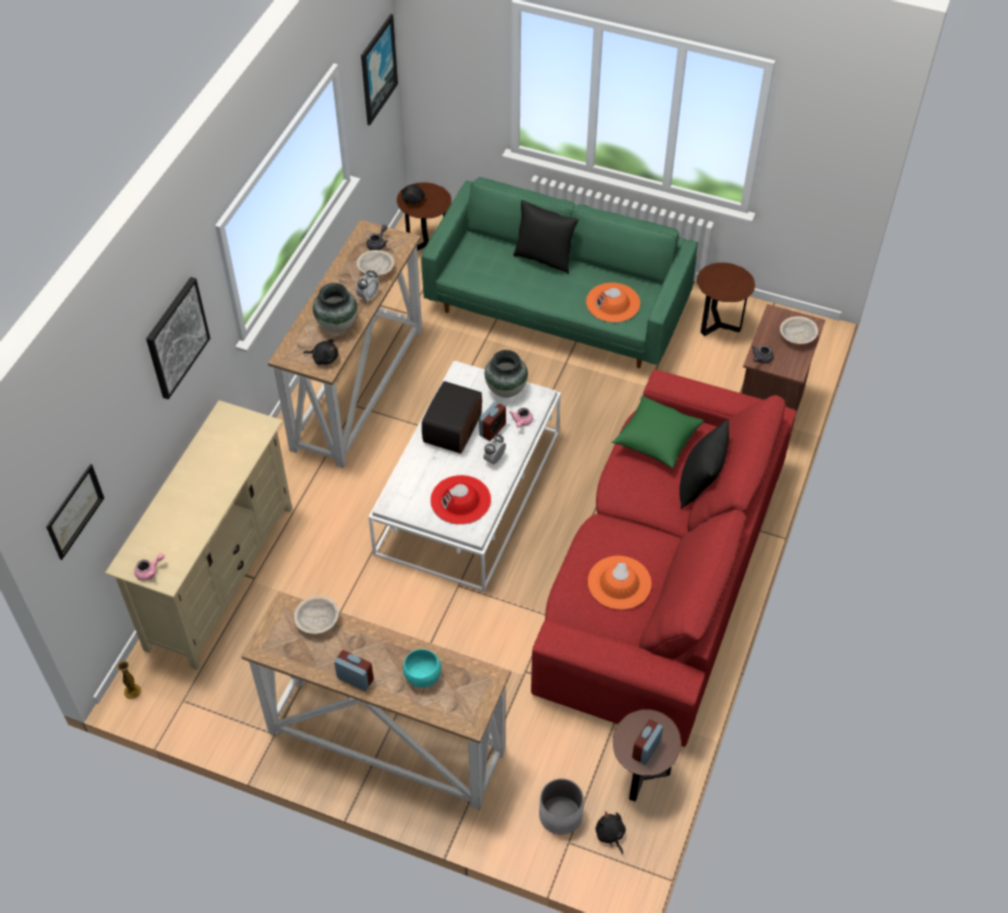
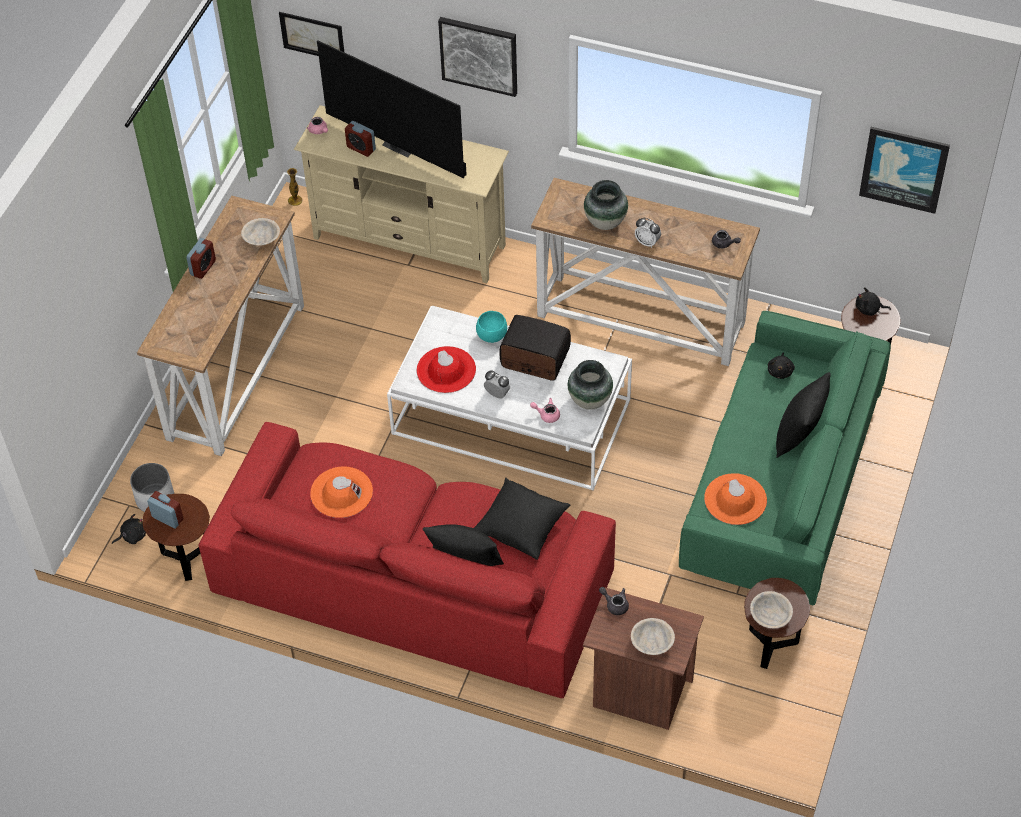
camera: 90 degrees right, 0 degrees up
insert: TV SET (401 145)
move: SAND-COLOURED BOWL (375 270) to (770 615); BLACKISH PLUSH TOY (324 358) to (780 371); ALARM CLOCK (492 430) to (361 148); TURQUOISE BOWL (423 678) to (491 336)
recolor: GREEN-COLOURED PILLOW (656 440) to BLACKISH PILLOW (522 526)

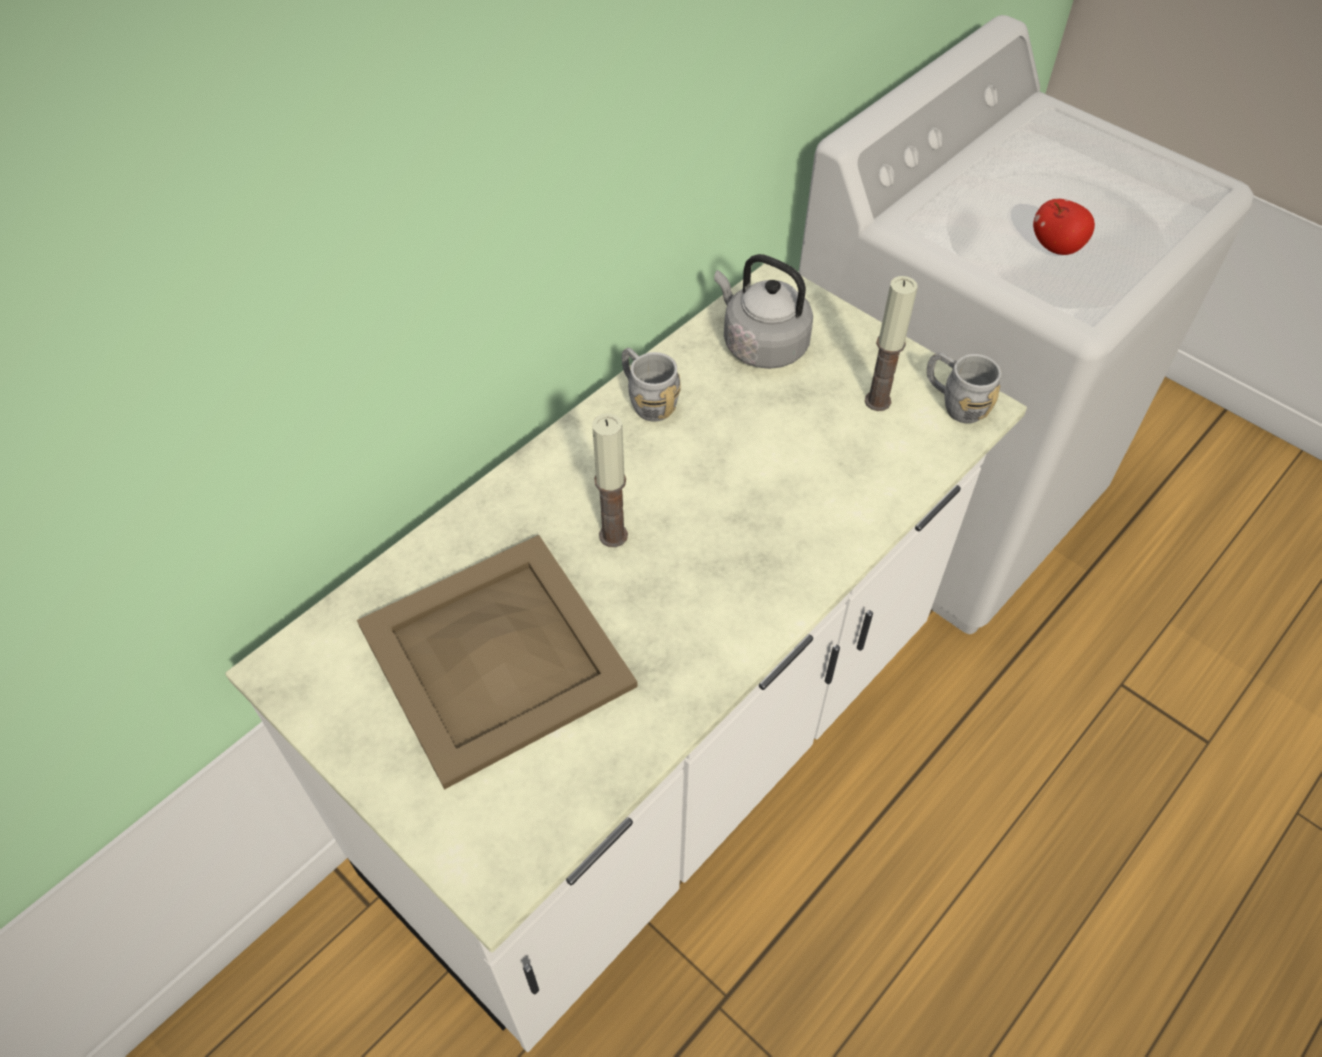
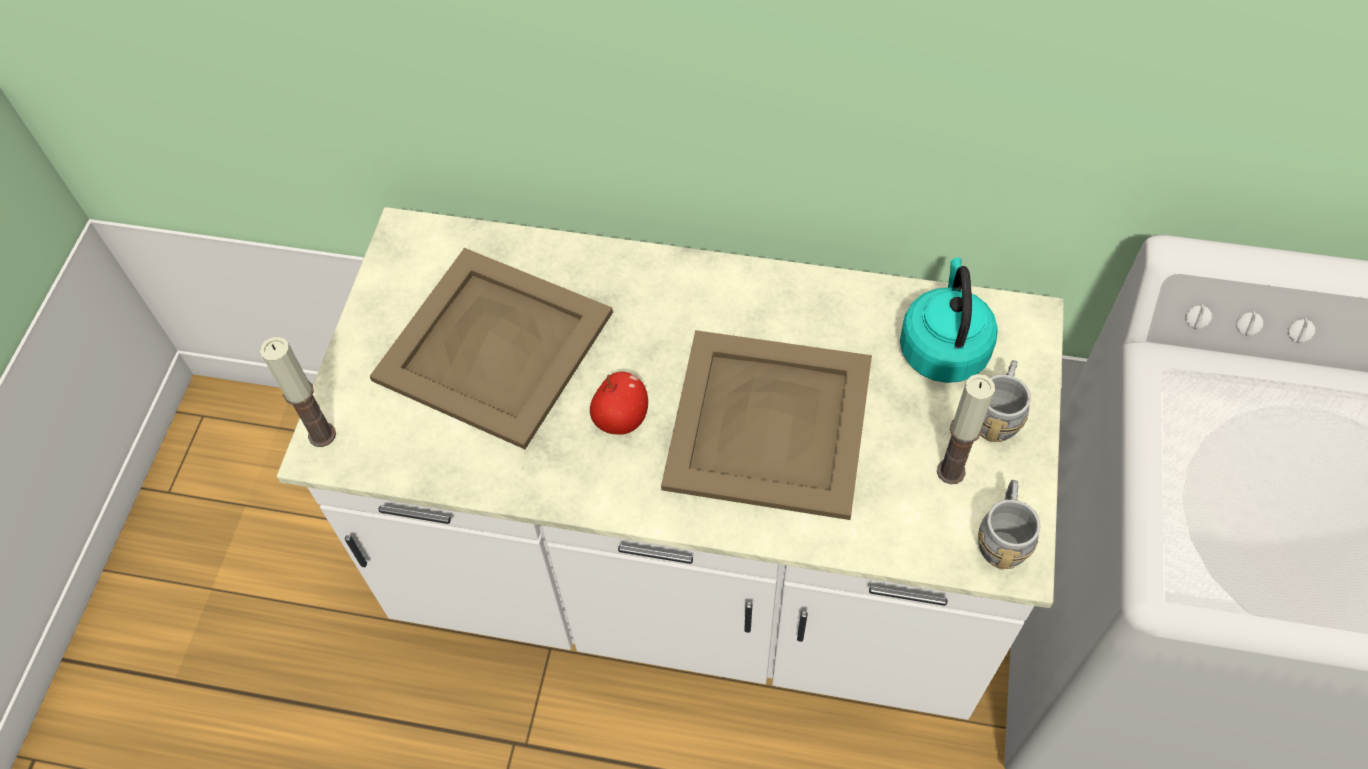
camera: 60 degrees right, 5 degrees up
insert: SAND-COLOURED TRAY (767 424)
move: APPLE FRUIT (1056 247) to (621 418); GREY TEA MUG (647 400) to (997 414); WAX LIGHT (613 535) to (322 435)
recolor: GREY WATER KETTLE (761 344) to TURQUOISE WATER KETTLE (943 347)

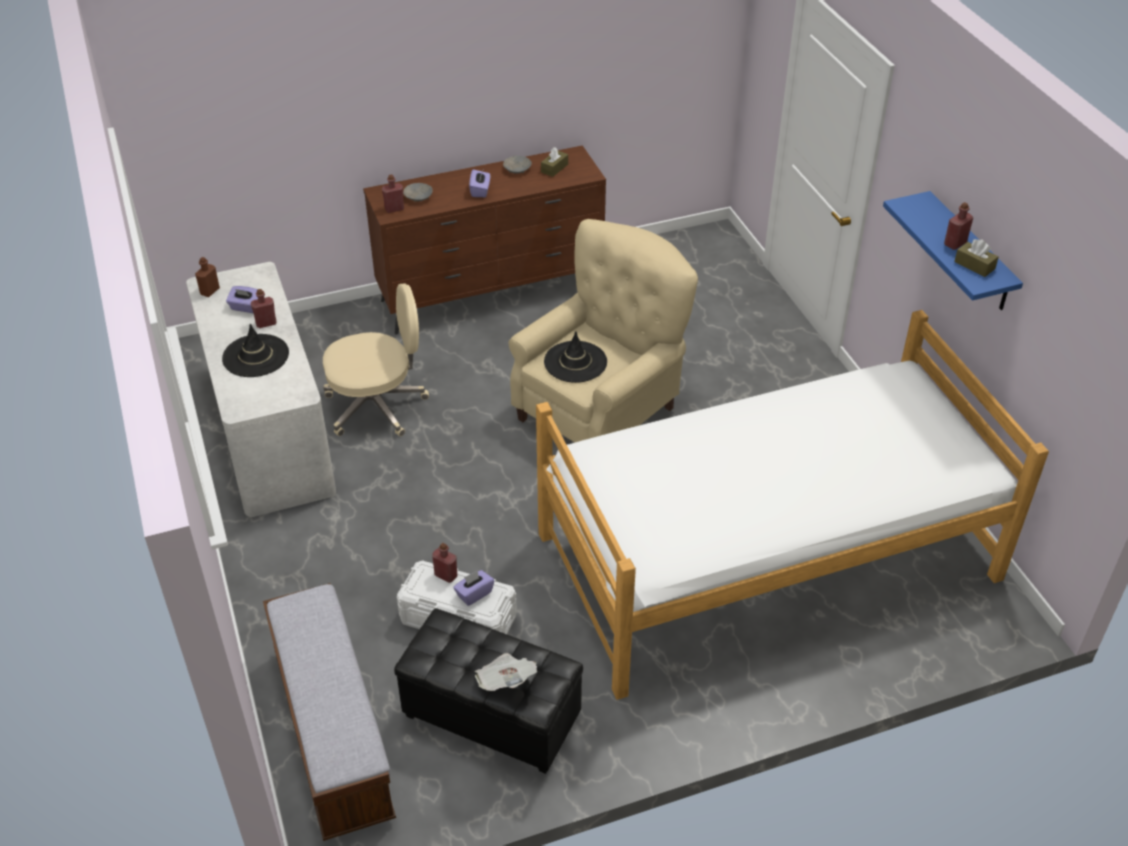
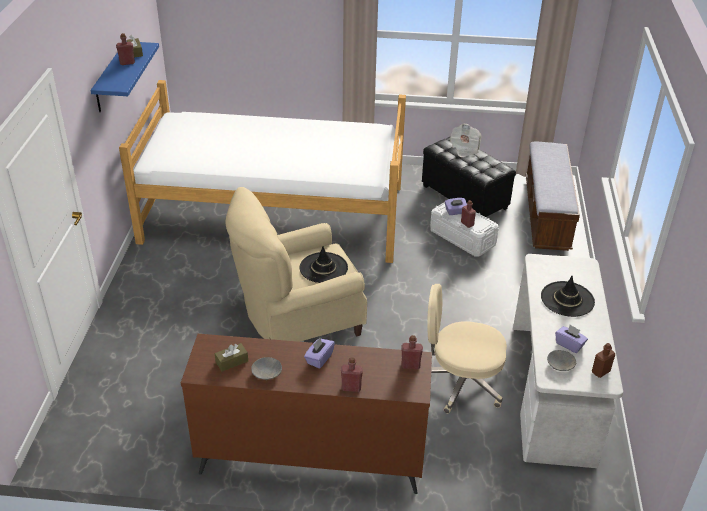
camera: 155 degrees left, 5 degrees down
move: GREY BOWL (418 197) to (560 365); REDDISH DRINK BOTTLE (266 323) to (351 387)

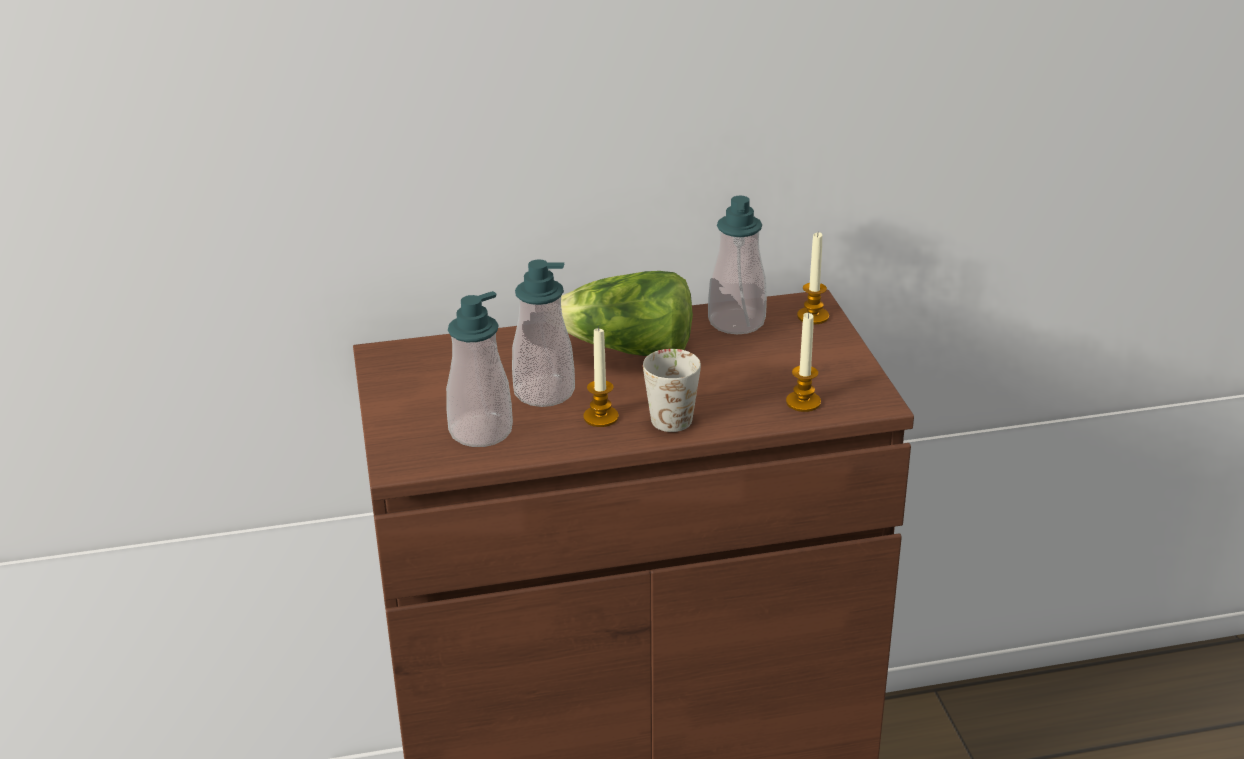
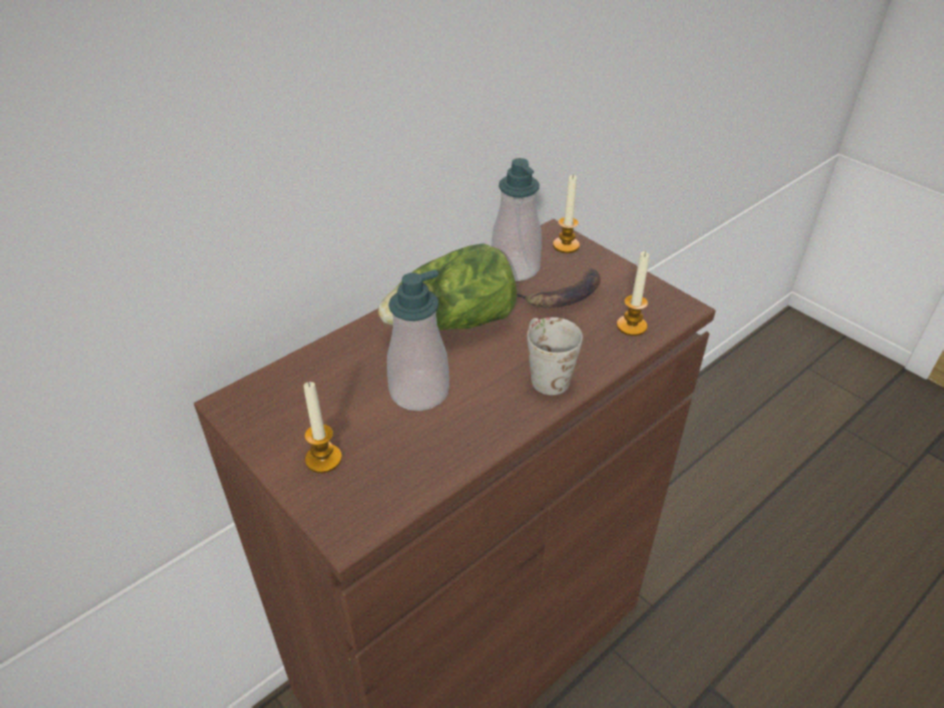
camera: 30 degrees left, 10 degrees up
delete: LIQUID SOAP BOTTLE (481 431)
insert: BANANA (563 294)
move: WAX LIGHT (601 417) to (323 459)

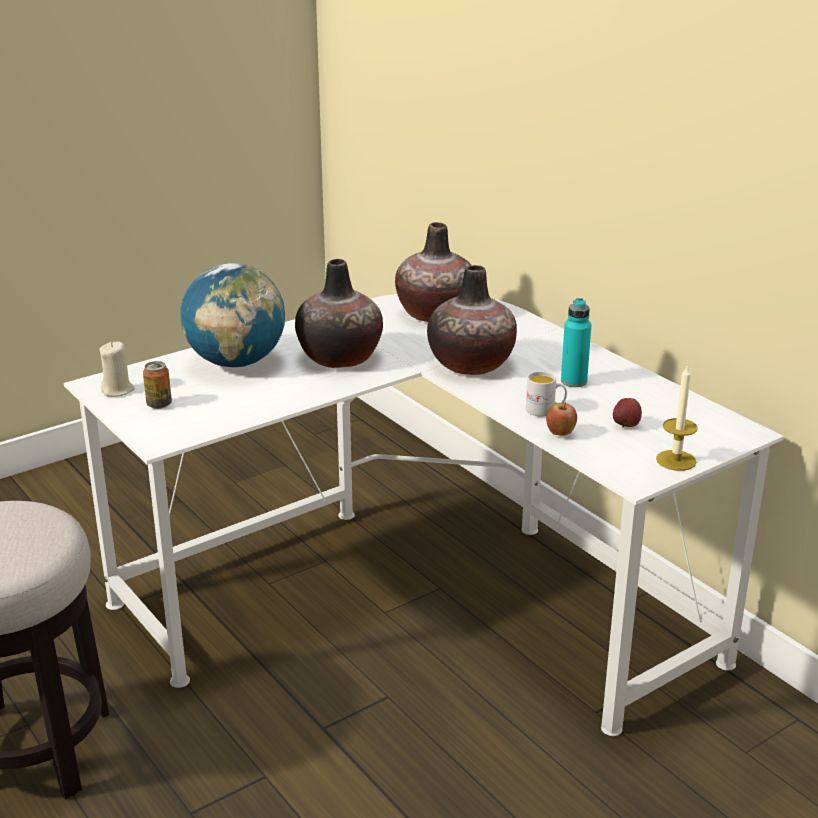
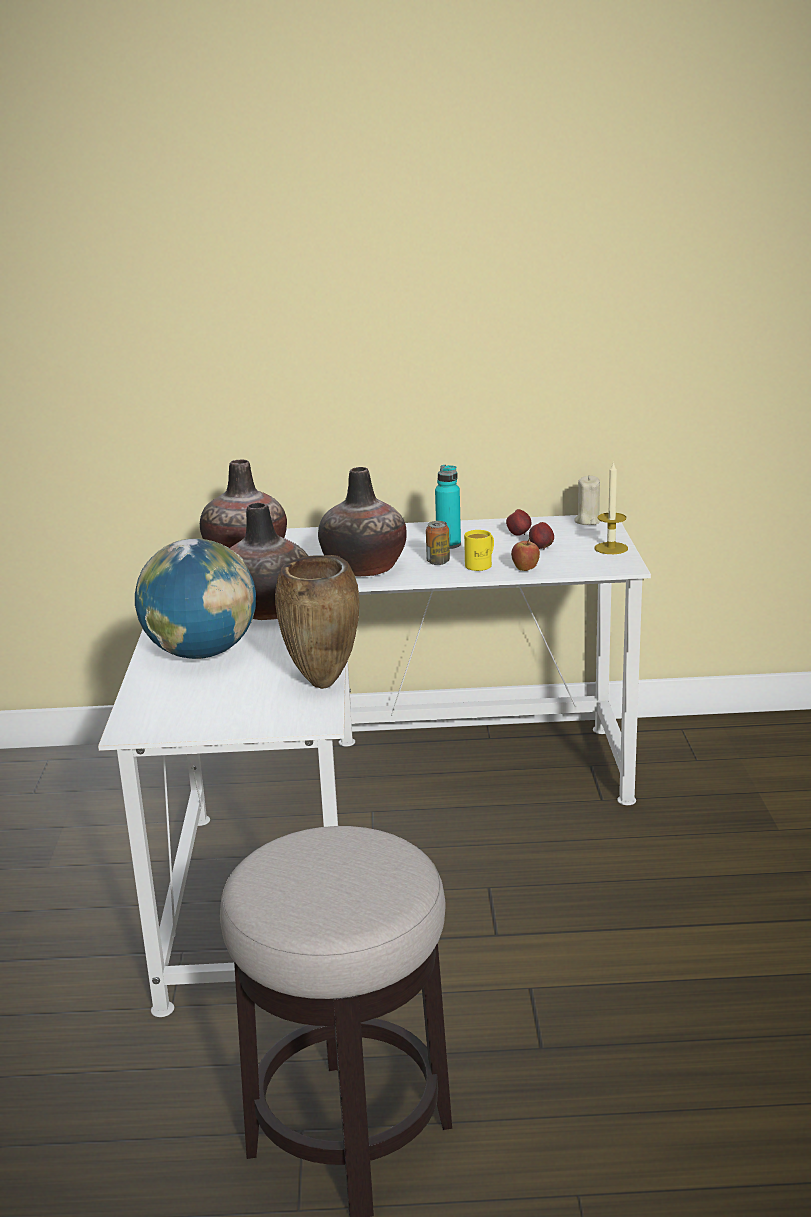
camera: 55 degrees left, 5 degrees down
insert: APPLE FRUIT (519 534); BROWNISH VASE (324 684)
move: SAND-COLOURED WAX LIGHT (118 390) to (587 521); METAL CAN (159 404) to (438 562)
recolor: WHITE TEA MUG (545 410) to YELLOWISH TEA MUG (481 565)

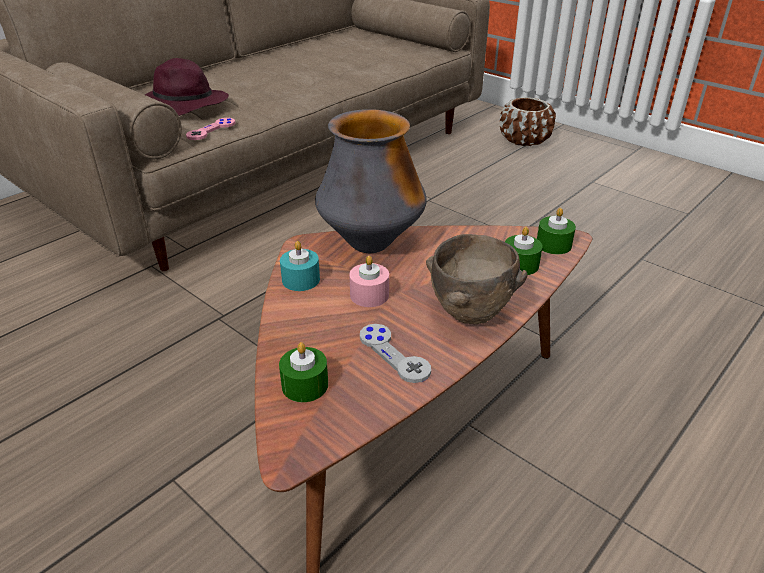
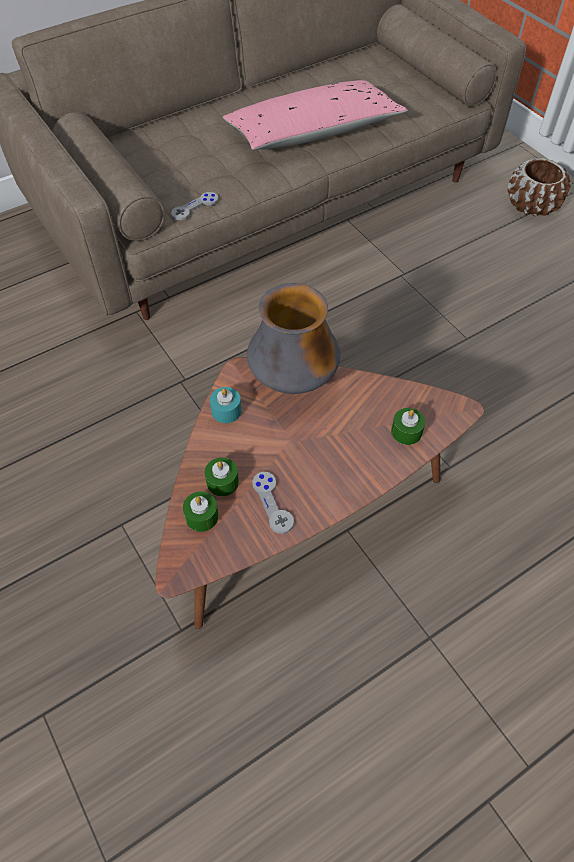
camera: 15 degrees right, 20 degrees up
delete: PURPLISH HAT (183 105); BROWNISH BOWL (470 314); PINK-COLOURED WAX LIGHT (369 295)
insert: PINK-COLOURED PILLOW (313 132)
move: GREEN-COLOURED WAX LIGHT (553 244) to (222 482)
recolor: PINK-COLOURED JOYPAD (211 130) to GREY JOYPAD (195 207)

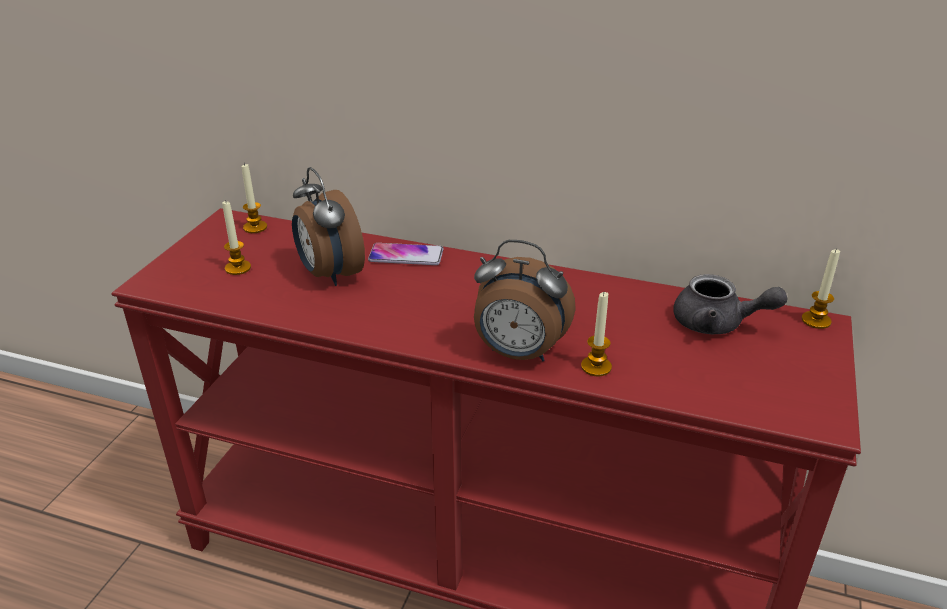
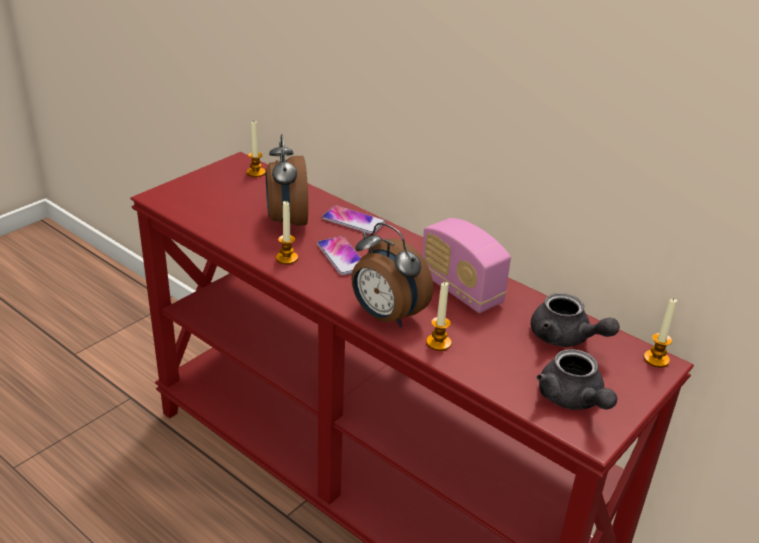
camera: 20 degrees right, 0 degrees up
insert: RADIO SET (460 290); TELEPHONE (342 257); GREY POT FOR TEA (573 400)
move: WAX LIGHT (238 268) to (287 258)

